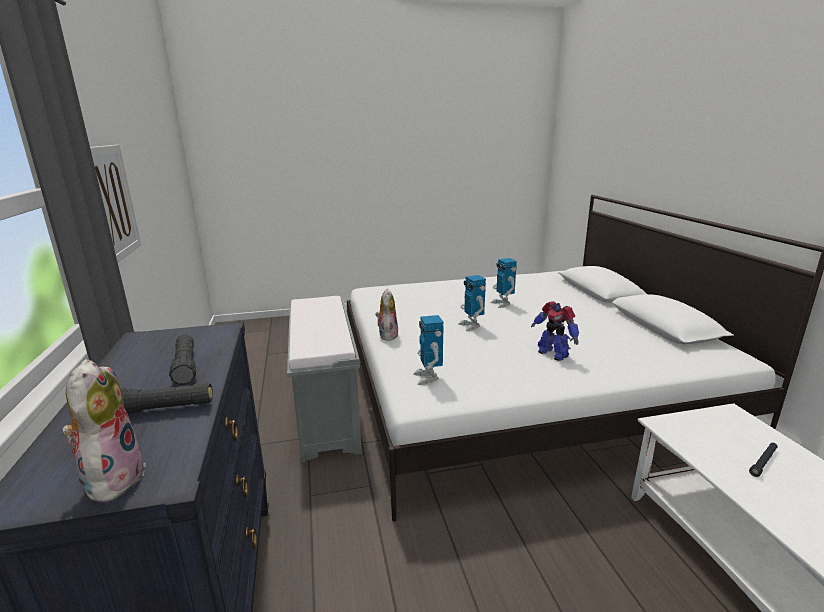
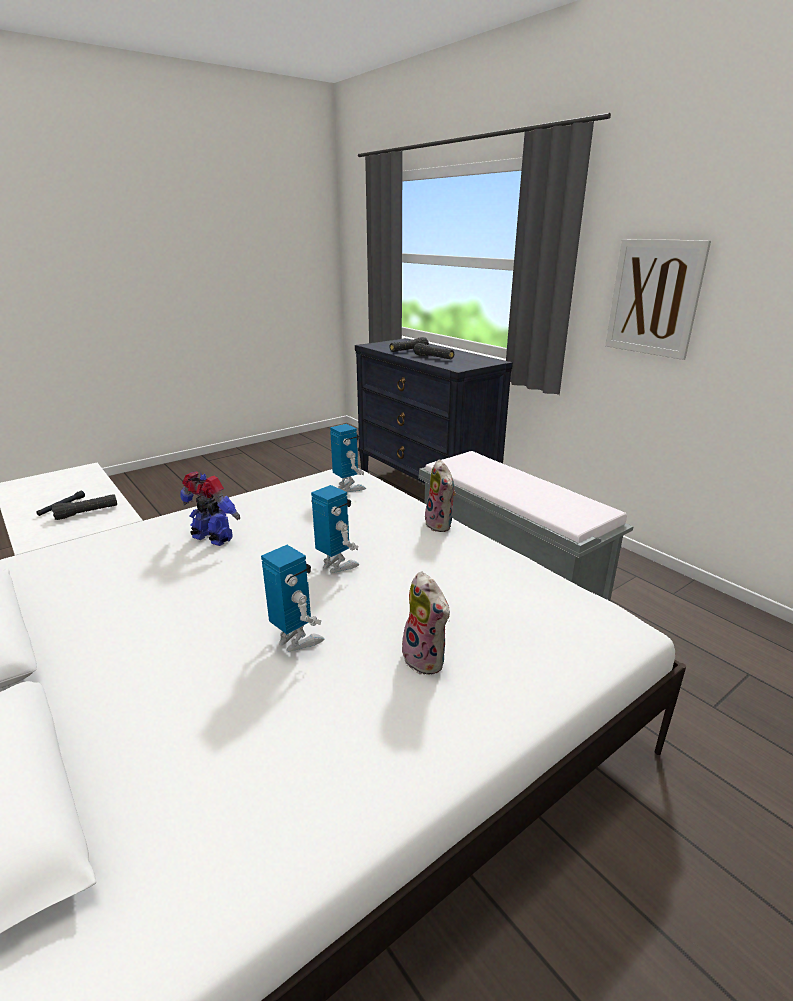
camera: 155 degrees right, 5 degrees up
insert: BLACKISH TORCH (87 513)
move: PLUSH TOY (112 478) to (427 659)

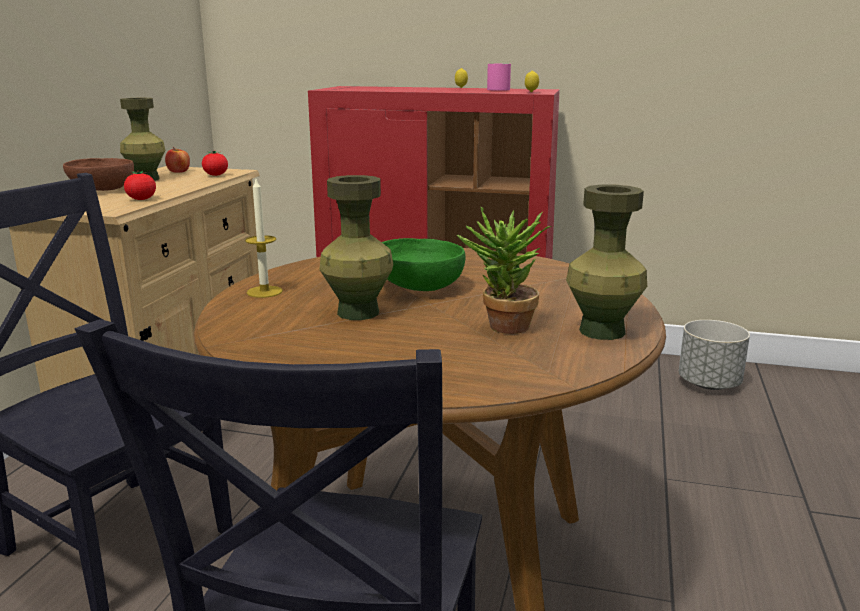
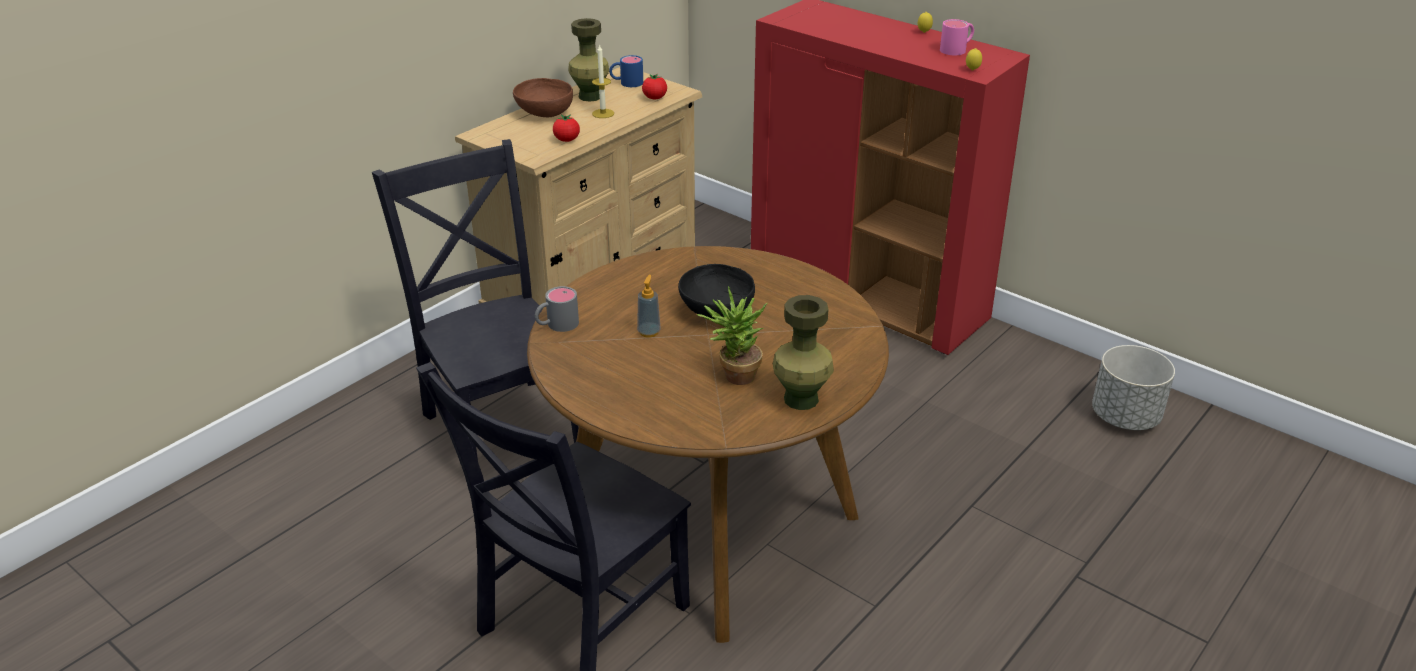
camera: 25 degrees right, 15 degrees up
insert: GREY TEA MUG (556 325)
move: WAX LIGHT (264 292) to (603 113)
replace: APPLE FRUIT (178 171) to BLUE-COLOURED TEA MUG (626 83); GREEN-COLOURED VASE (358 313) to LIQUID SOAP BOTTLE (649 332)
recolor: GREEN-COLOURED BOWL (417 287) to BLACKISH BOWL (716 310)

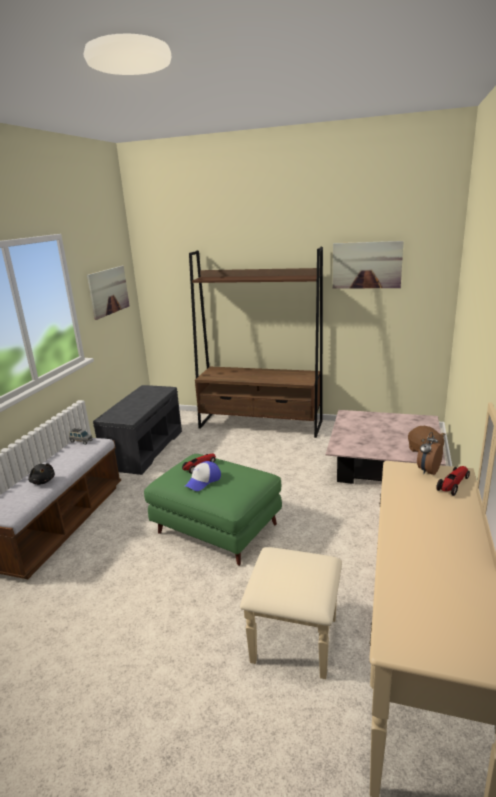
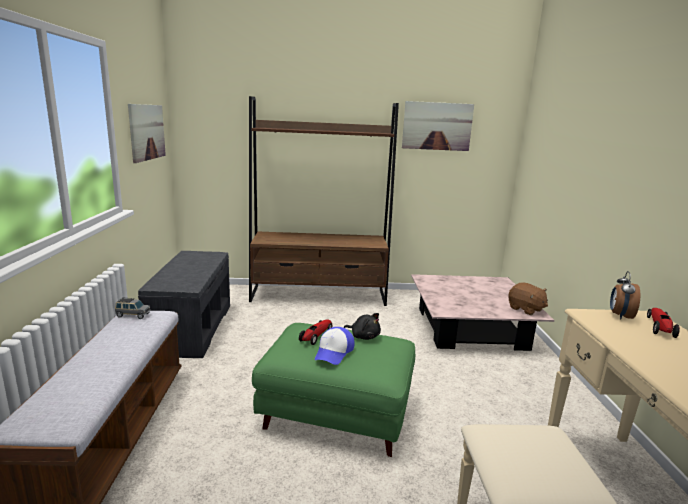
camera: 20 degrees left, 5 degrees down
move: BLACKISH PLUSH TOY (43 481) to (364 336)

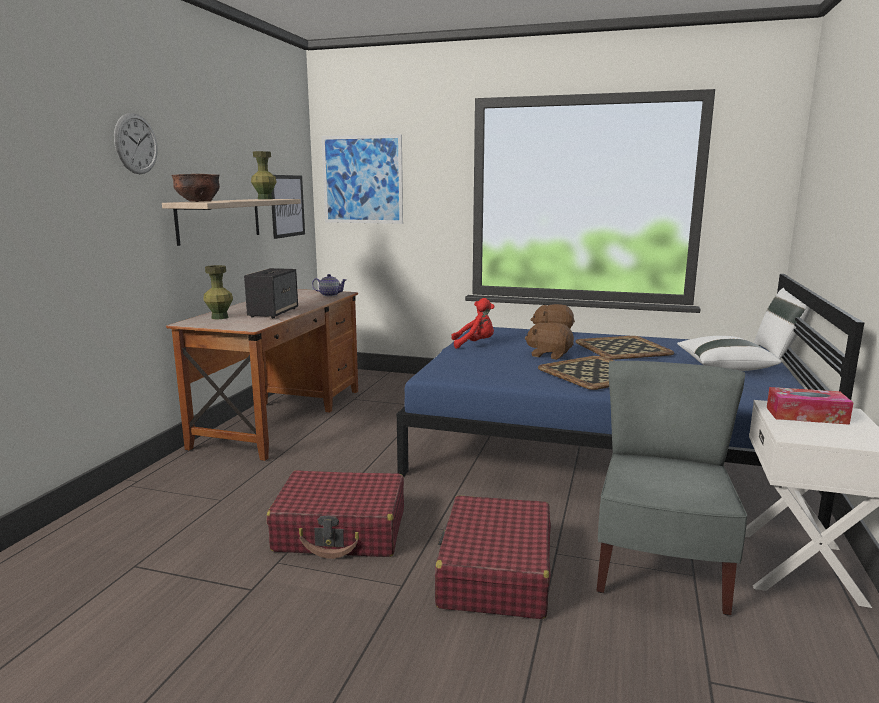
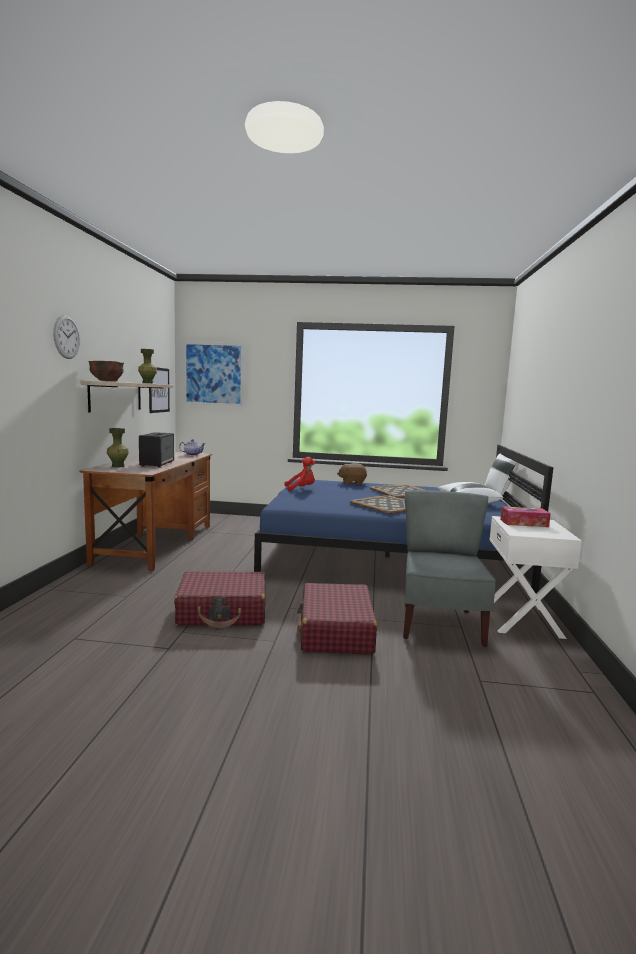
camera: 10 degrees left, 5 degrees down
delete: BROWNISH PLUSH TOY (549 355)

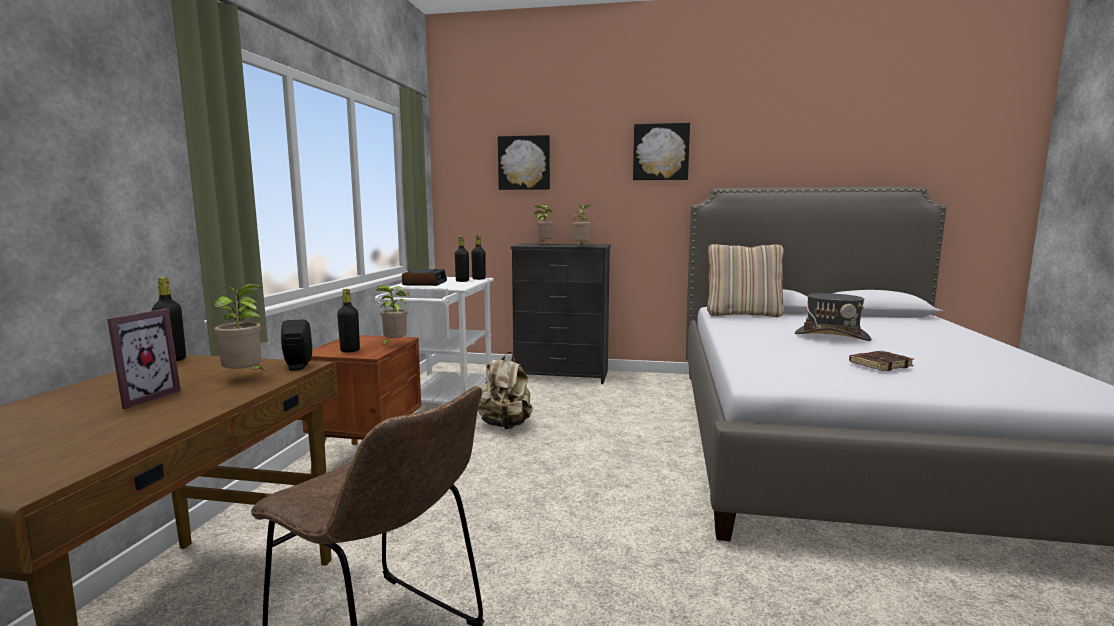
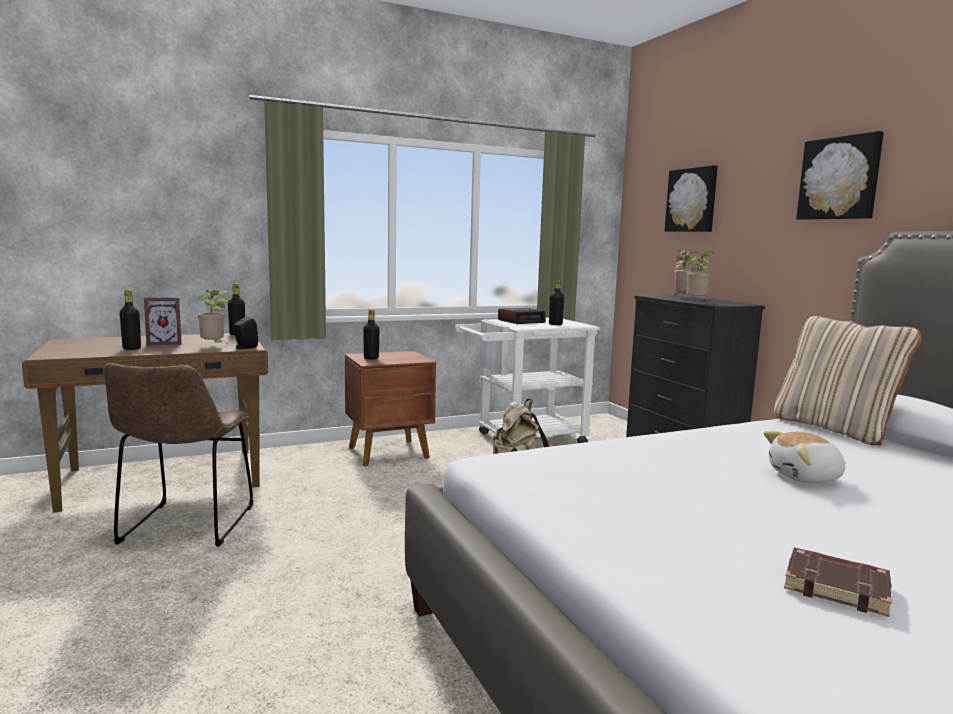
camera: 55 degrees right, 0 degrees up
delete: PLANT IN A POT (393 344)
move: BLACKISH DRINK BOTTLE (479 279) to (132 349); BROWNISH BOUND BOOK (880 364) to (837 587)
replace: GREY HAT (832 336) to PLUSH TOY (805 477)

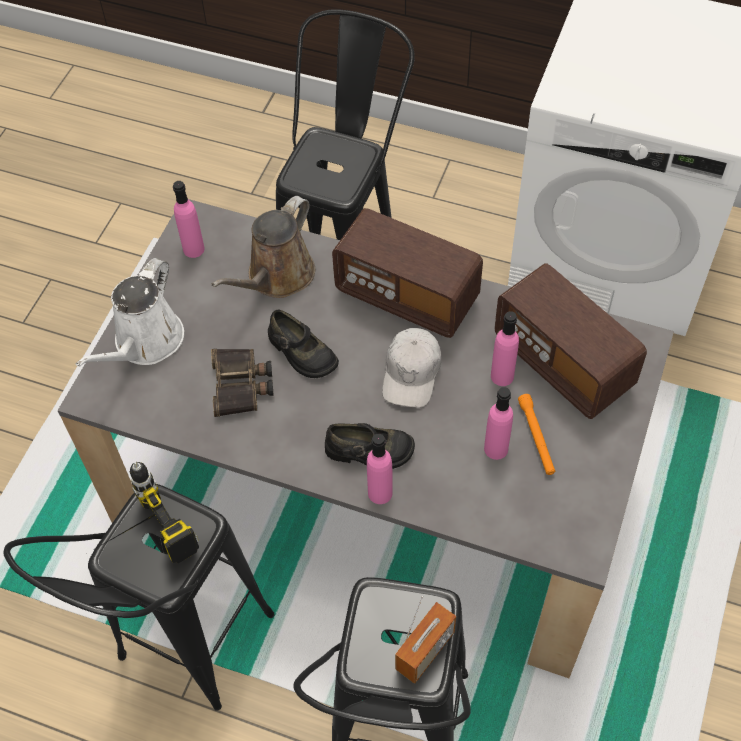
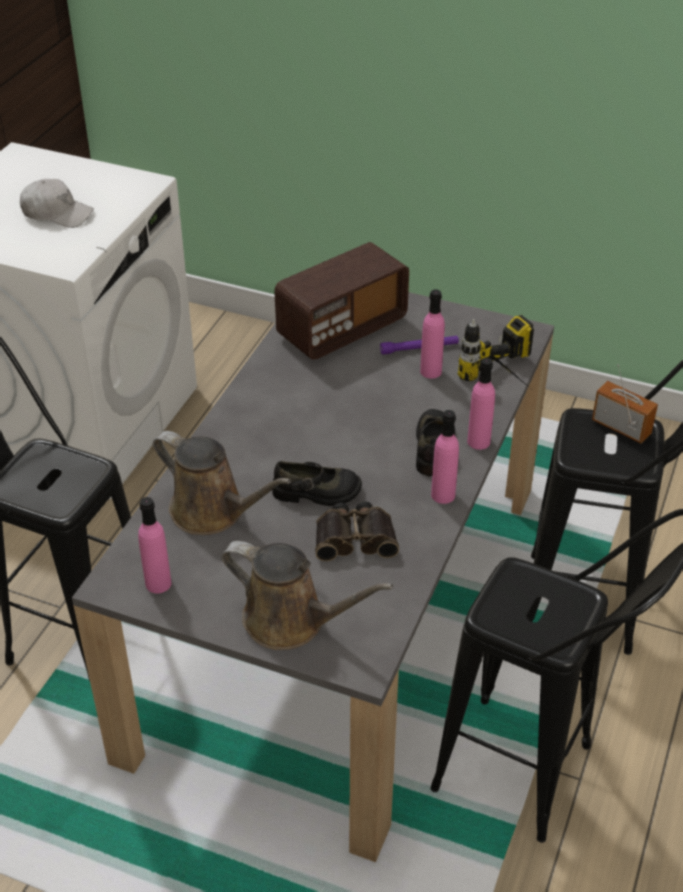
camera: 90 degrees left, 15 degrees down
delete: RADIO SET (407 296)
move: PINK-COLOURED DRINK BOTTLE (502 376) to (443 495); WHITE PEAKED CAP (411 373) to (57 213); DRILL (138 542) to (508 382)
recolor: WHITE WATERING CAN (145 343) to BROWNISH WATERING CAN (291 621); ORANGEY TORCH (536 437) to PURPLISH TORCH (419 348)
rotate: BLACKISH LOW SHOE (301 352) = (317 493) 45 degrees clockwise

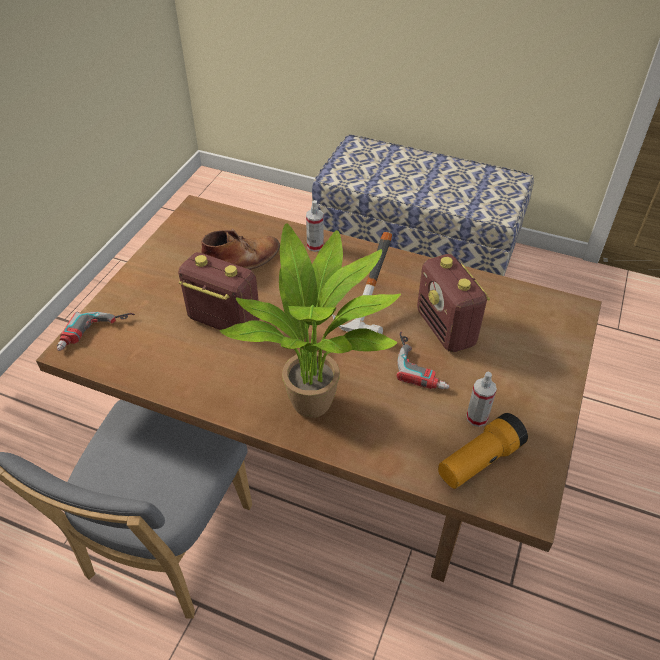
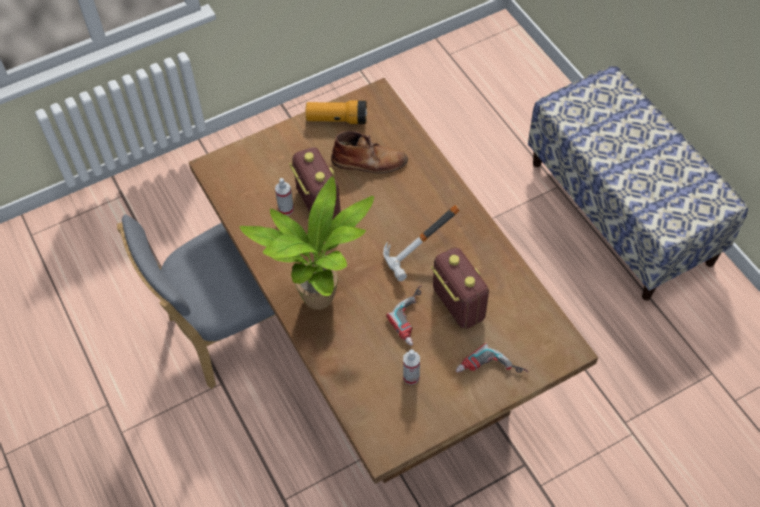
camera: 40 degrees right, 10 degrees up
move: SPRAY BOTTLE (315 246) to (286 209); DRILL (96 335) to (490 372); TORCH (479 461) to (337 119)
rotate: RADIO SET (446 329) = (458 303) 135 degrees clockwise

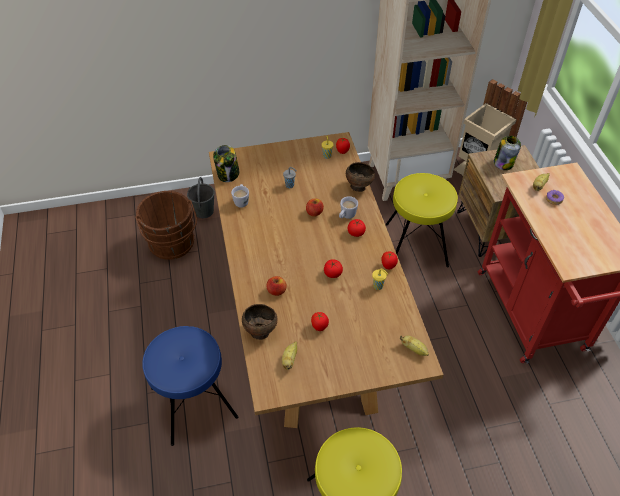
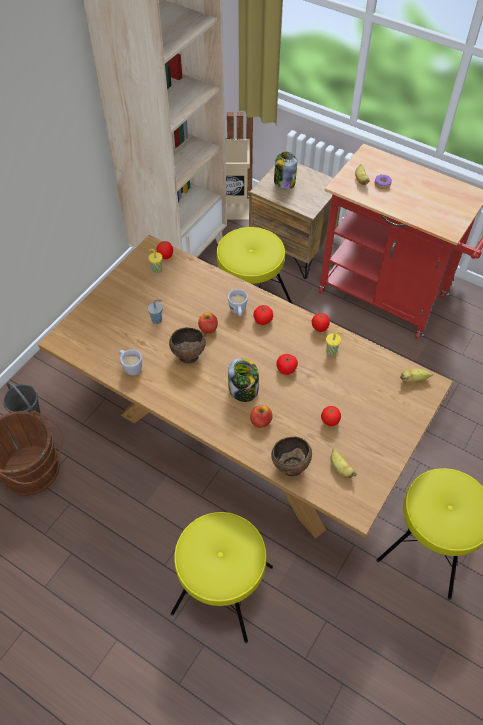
camera: 45 degrees left, 5 degrees up
move: JAR (228 174) to (243 390); BROWNISH BOWL (358 187) to (188 356)
recolor: BLUE-COLOURED STOOL SEAT (193 402) to YELLOWISH STOOL SEAT (222 590)

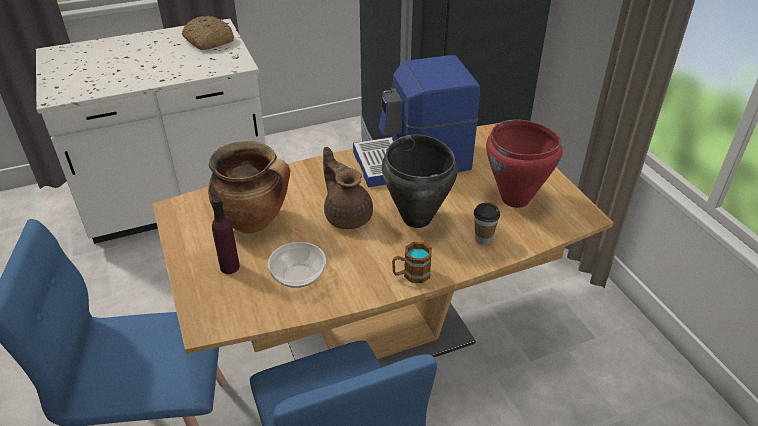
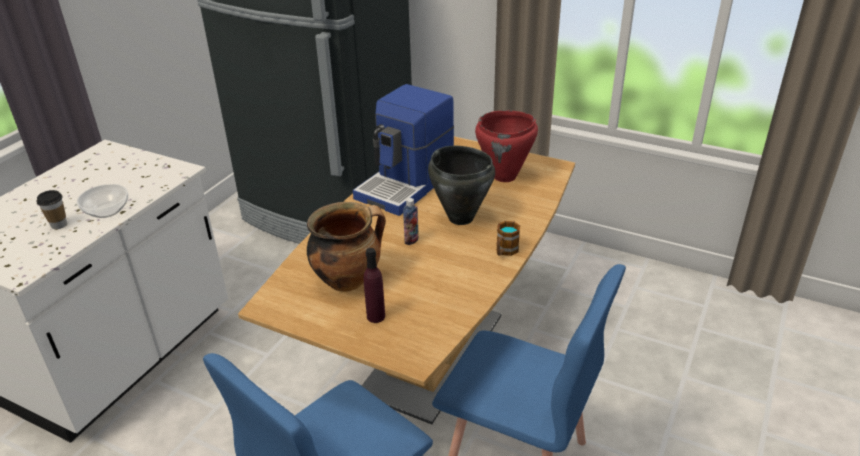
camera: 40 degrees left, 5 degrees down
delete: BAKERY BREAD (208 41)
move: SMALL CUP (483 239) to (59 225); BOWL (299 276) to (107 210)
replace: BROWNISH POT FOR TEA (347 215) to DRINK BOTTLE (411 240)

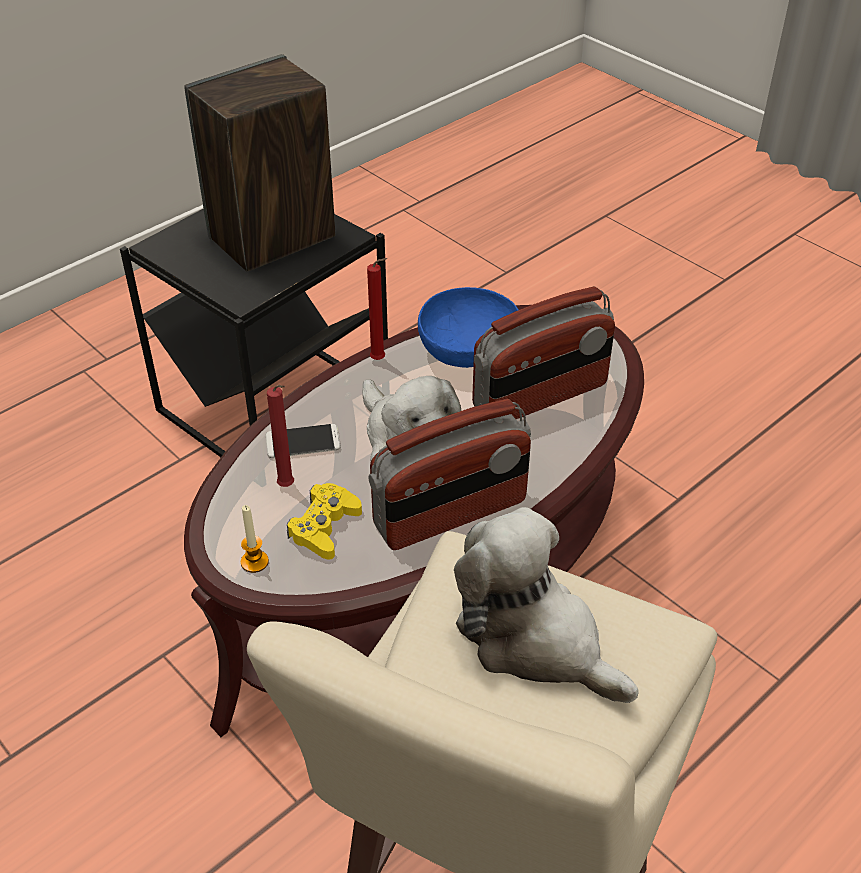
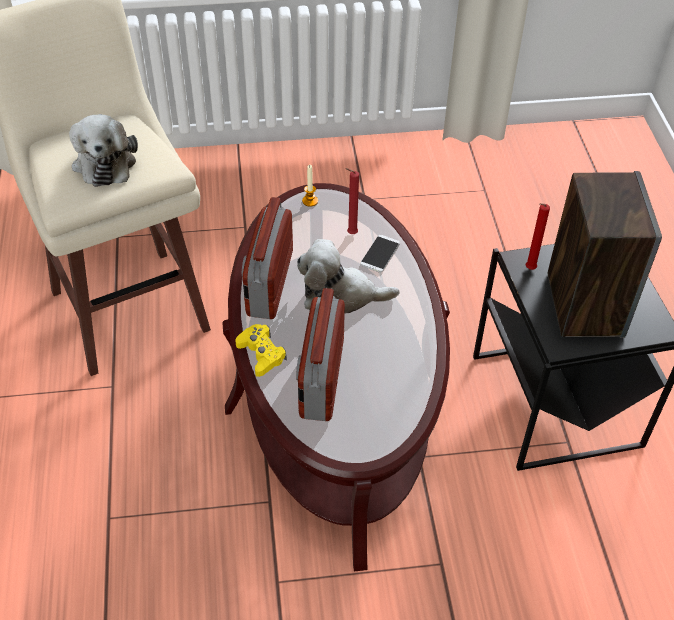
camera: 125 degrees right, 5 degrees up
delete: BLUE-COLOURED BOWL (469 352)
move: REDDISH WAX LIGHT (380 360) to (529 269); YELLOWISH JOYPAD (324 527) to (261 354)
rotate: PLUSH TOY (535 639) = (105 161) 90 degrees clockwise

